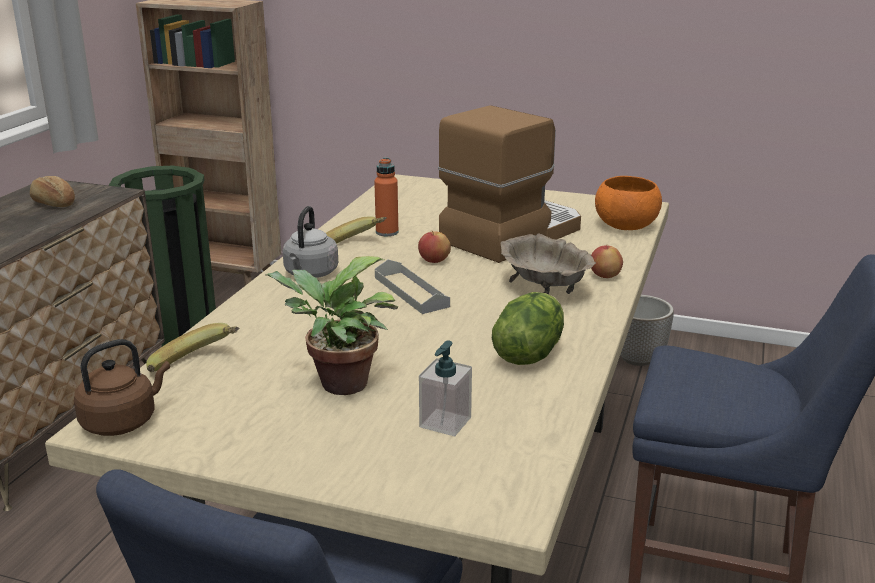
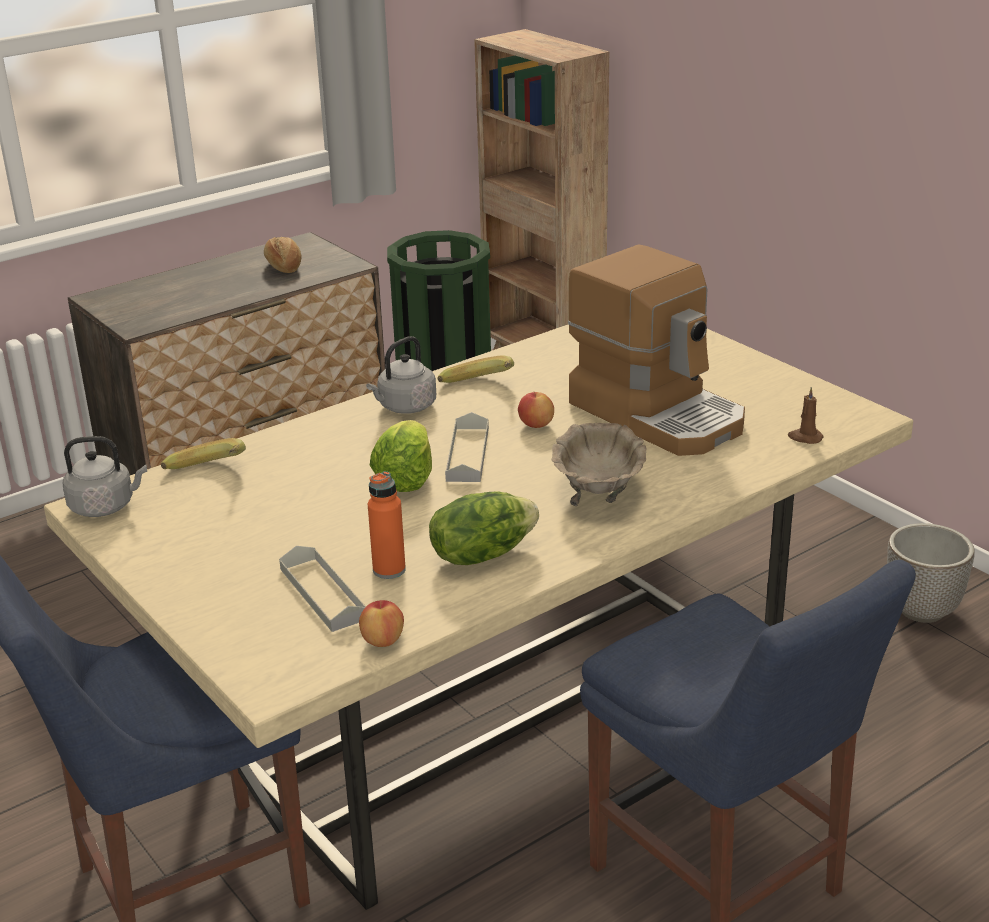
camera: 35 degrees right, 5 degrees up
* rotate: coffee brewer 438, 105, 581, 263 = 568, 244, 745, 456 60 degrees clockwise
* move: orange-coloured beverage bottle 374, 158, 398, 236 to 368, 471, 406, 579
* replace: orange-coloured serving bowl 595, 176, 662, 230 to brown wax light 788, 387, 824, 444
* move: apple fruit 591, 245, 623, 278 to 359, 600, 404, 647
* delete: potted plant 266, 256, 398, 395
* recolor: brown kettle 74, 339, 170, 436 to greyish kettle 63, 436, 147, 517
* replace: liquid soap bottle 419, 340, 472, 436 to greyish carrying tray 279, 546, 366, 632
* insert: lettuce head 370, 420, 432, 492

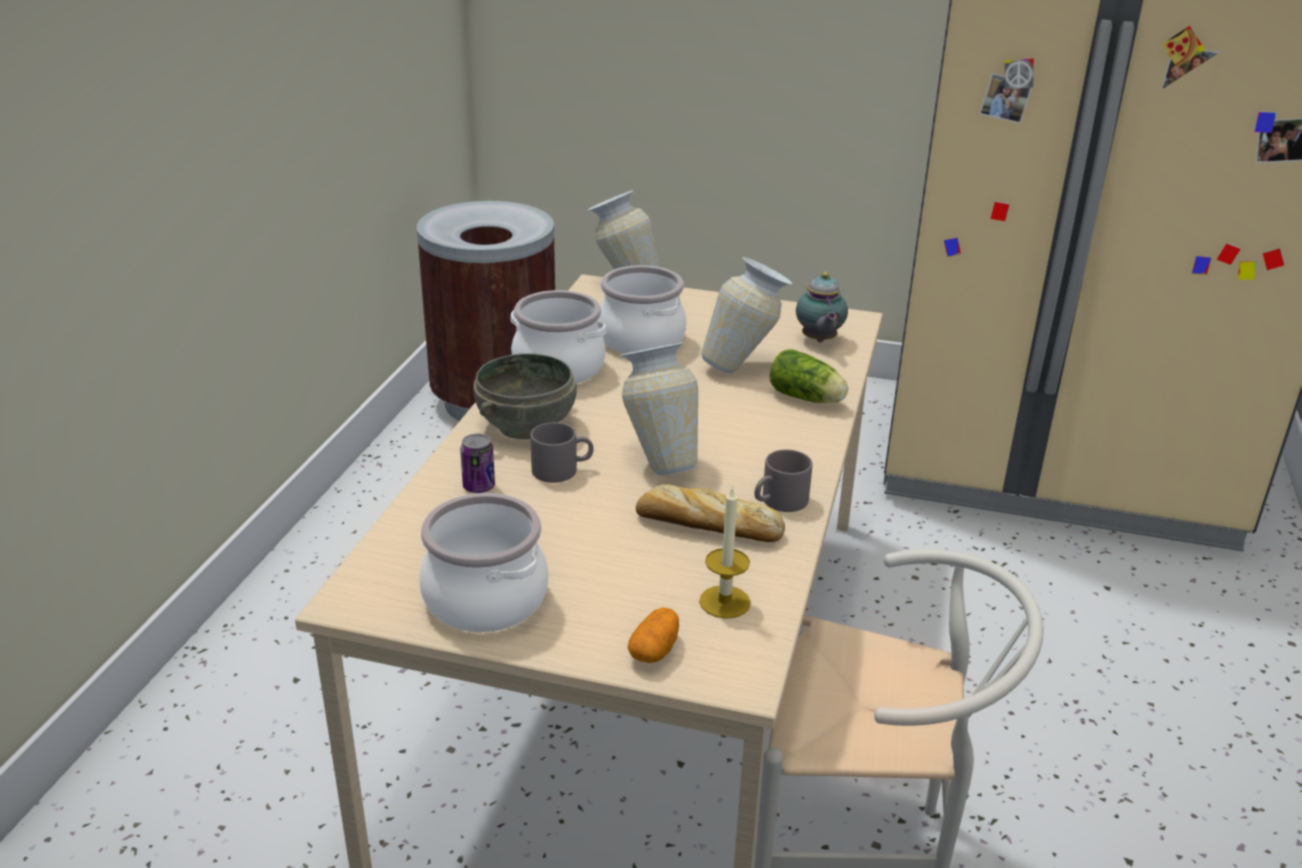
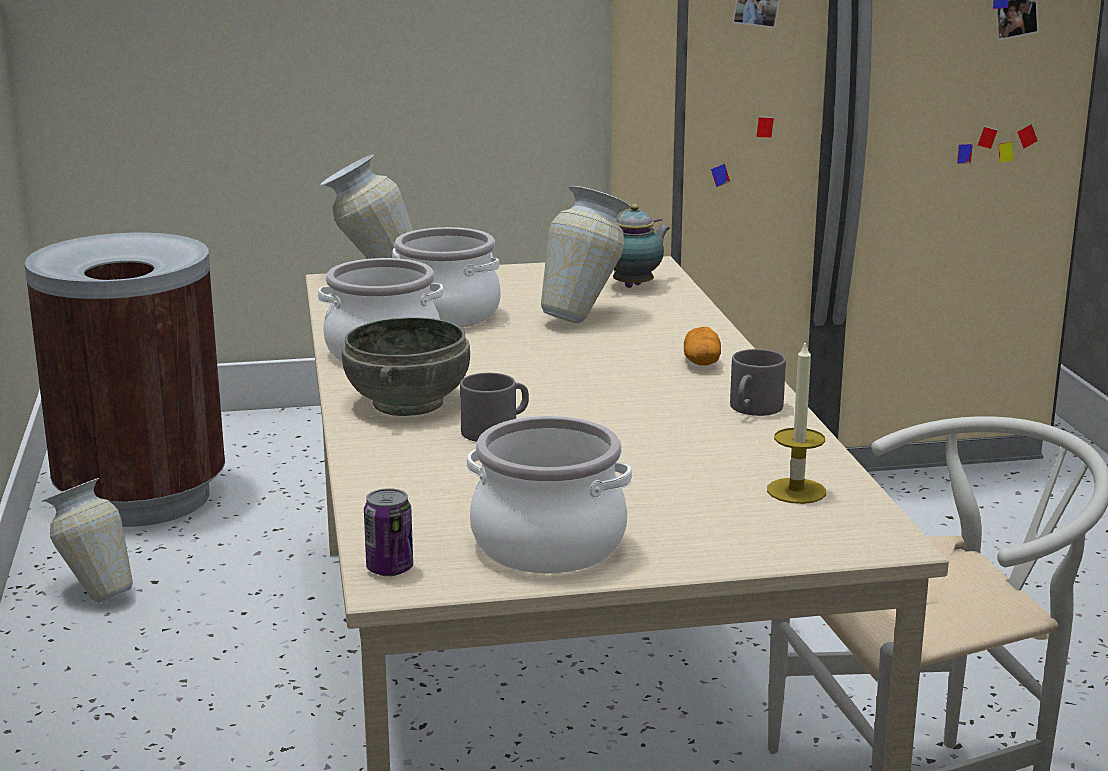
camera: 25 degrees left, 10 degrees down
* rotate: teapot 796, 272, 848, 342 = 613, 204, 670, 288 105 degrees counterclockwise
* move: flower vase 620, 342, 698, 475 to 41, 478, 133, 603
* delete: lettuce head 770, 349, 848, 403
* move: metal can 460, 434, 495, 493 to 364, 488, 413, 576
* delete: baked bread 636, 484, 785, 542
* move: spud 628, 607, 679, 663 to 684, 327, 721, 366

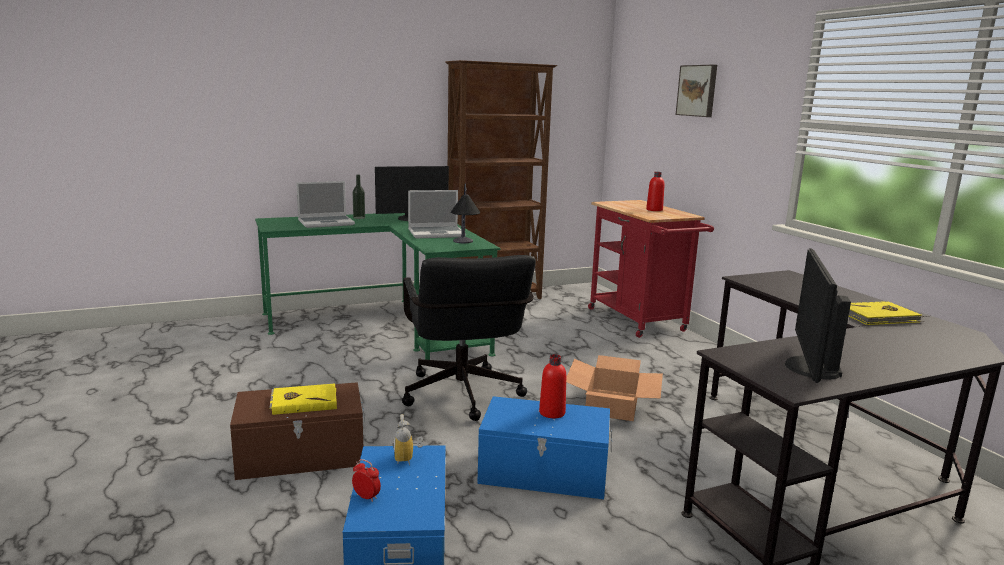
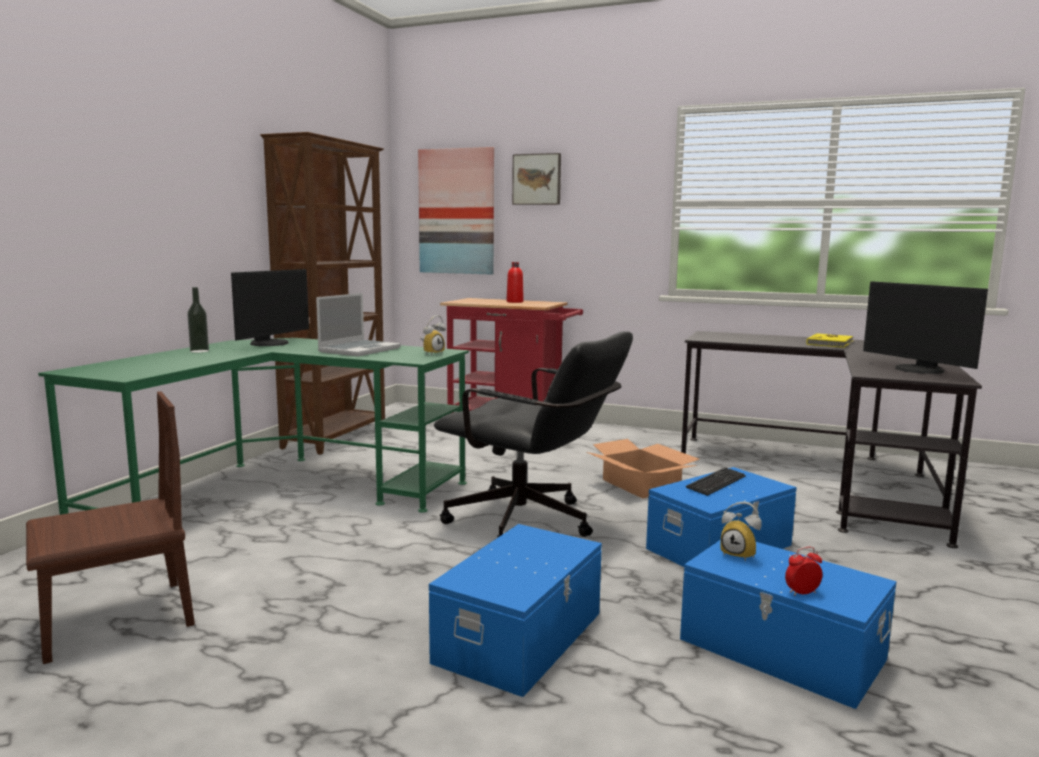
camera: 45 degrees left, 5 degrees down
* delete: laptop 296, 181, 355, 228
* replace: tabletop lamp 451, 183, 480, 243 to table clock 420, 315, 446, 355
* replace: red-coloured beverage bottle 539, 354, 566, 418 to PC keyboard 686, 467, 746, 496
* recolor: brown storage box 230, 382, 365, 480 to bluish storage box 429, 524, 602, 697
* delete: yellow volume 269, 384, 337, 415
* insert: wall picture 418, 147, 494, 275
* insert: brown upright chair 26, 391, 195, 664

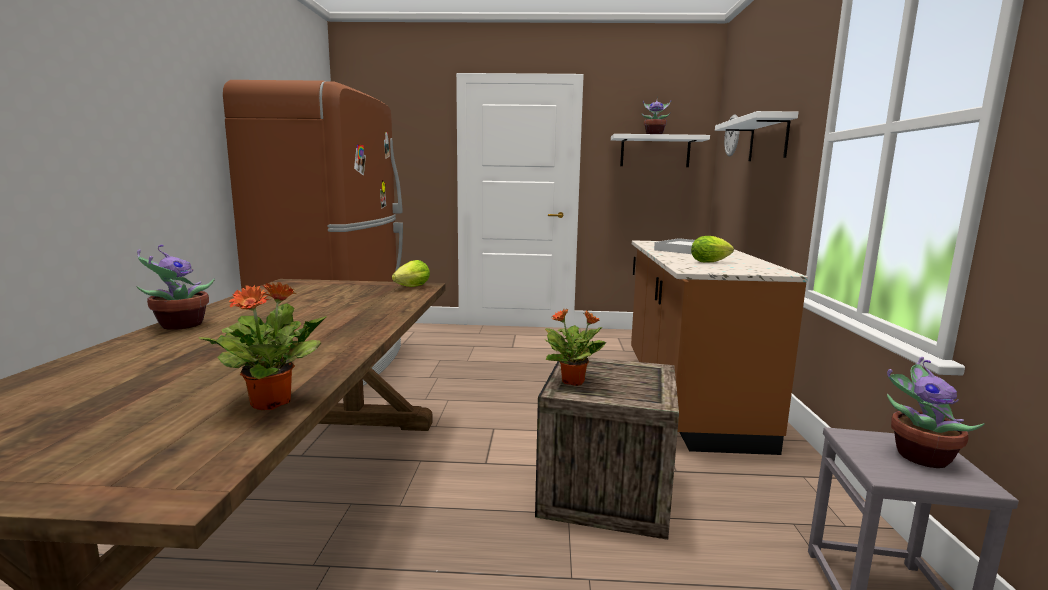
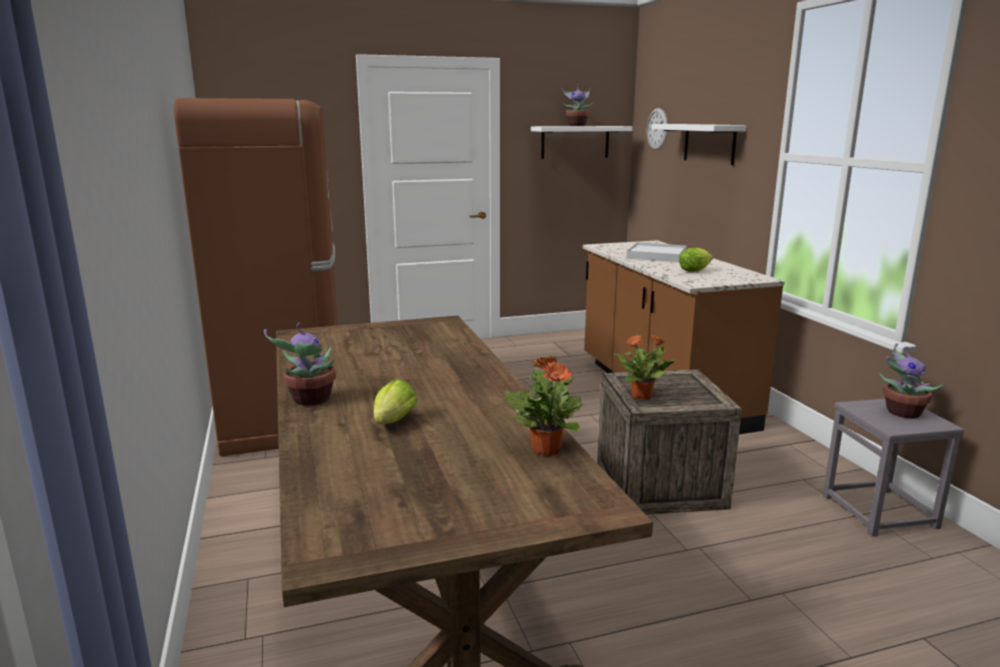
camera: 20 degrees left, 5 degrees up
* move: lettuce head 392, 260, 430, 287 to 373, 379, 417, 424

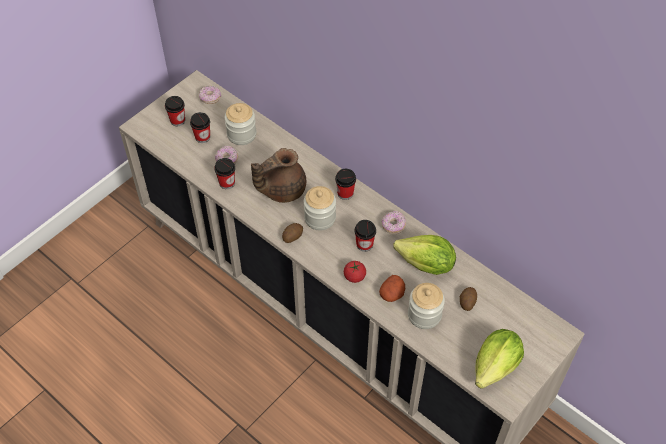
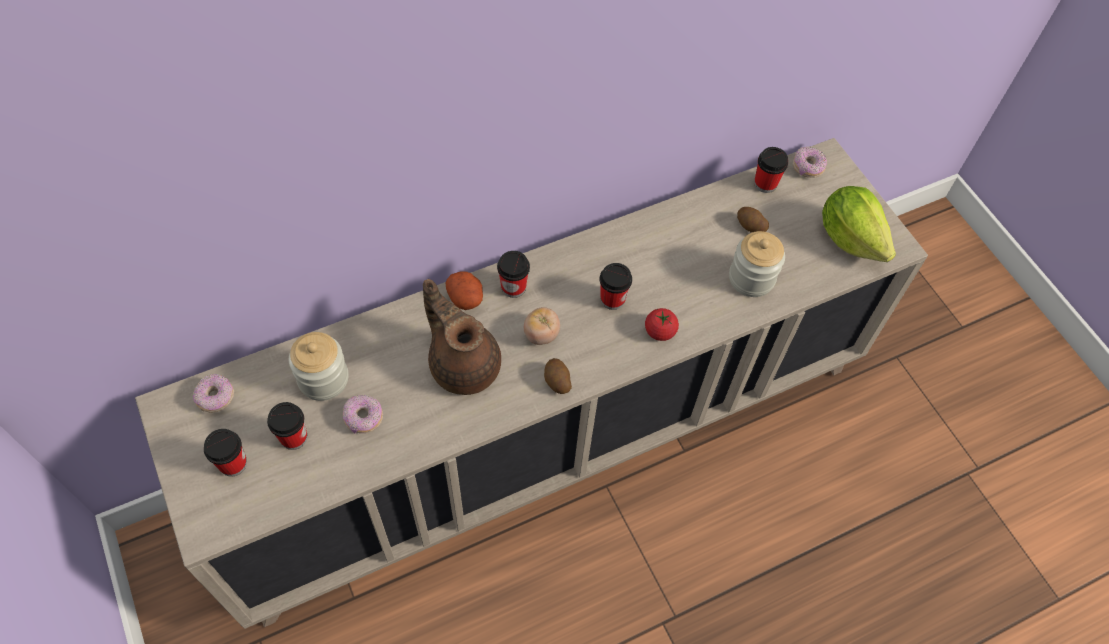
camera: 70 degrees left, 5 degrees up
* rotate: brown teapot 251, 148, 306, 203 = 423, 279, 501, 395 150 degrees clockwise
* move: small cup 214, 158, 235, 189 to 754, 147, 788, 193
* replace: preserve jar 304, 186, 336, 230 to fresh tomato 524, 307, 560, 345
* move: ring doughnut 382, 211, 406, 234 to 793, 147, 827, 178
* delete: lettuce head 393, 235, 456, 275
* move: spud 379, 275, 405, 302 to 446, 271, 483, 310

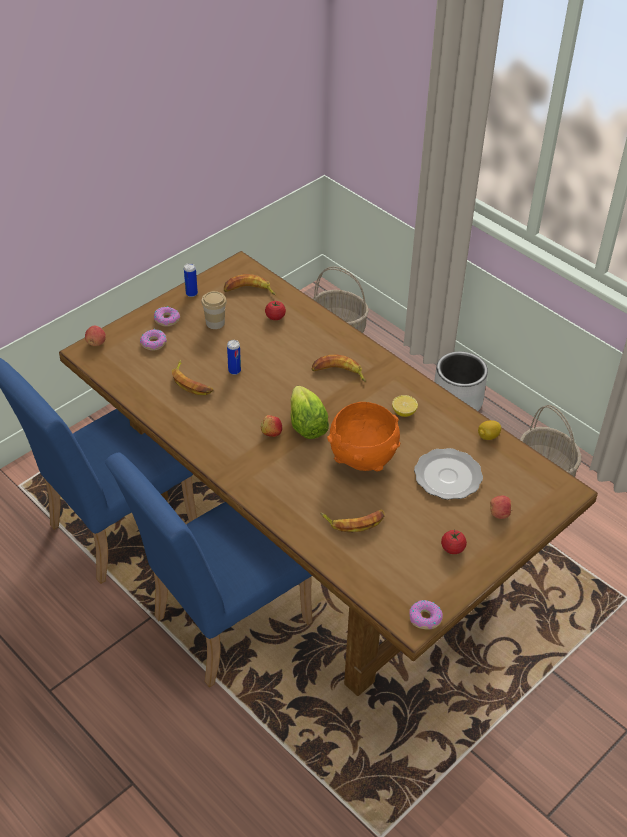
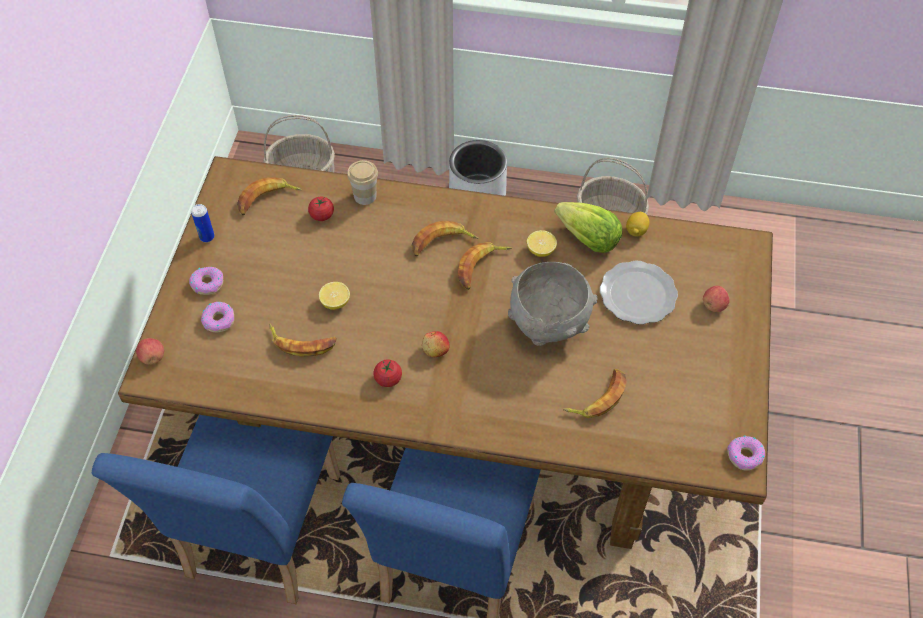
camera: 35 degrees left, 10 degrees up
* move: small cup 201, 291, 227, 329 to 347, 160, 378, 205
* replace: metal can 227, 340, 241, 375 to citrus fruit 319, 282, 350, 310
* move: lettuce head 290, 386, 329, 439 to 555, 202, 622, 253
* recolor: orange-coloured serving bowl 327, 402, 400, 471 to greyish serving bowl 508, 262, 598, 346
* move: fresh tomato 441, 530, 467, 554 to 373, 360, 402, 387
* insert: whole banana 458, 242, 512, 290

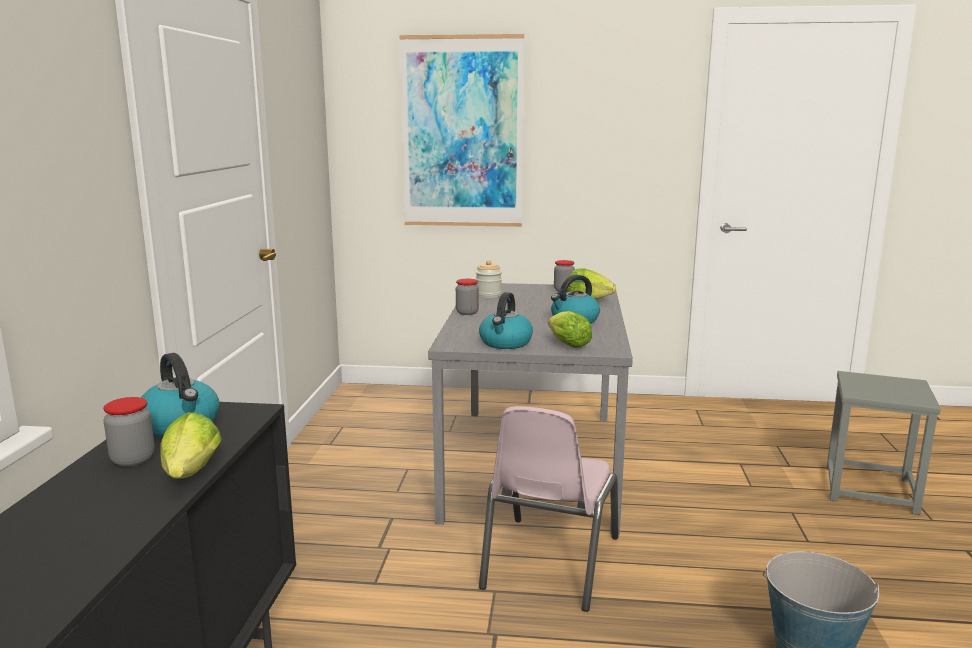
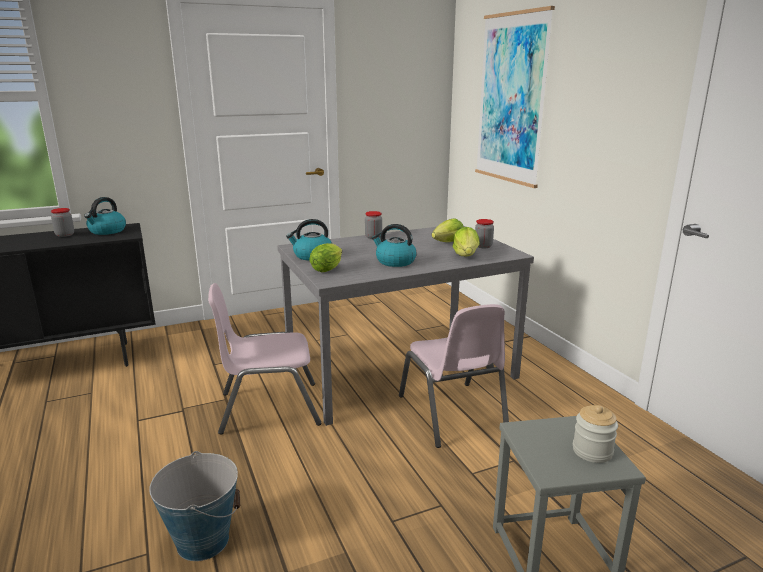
camera: 60 degrees right, 5 degrees up
* move: preserve jar 475, 260, 502, 298 to 573, 405, 618, 463
* move: lettuce head 160, 412, 222, 479 to 432, 218, 464, 242
* insert: pink-coloured upright chair 399, 304, 509, 448

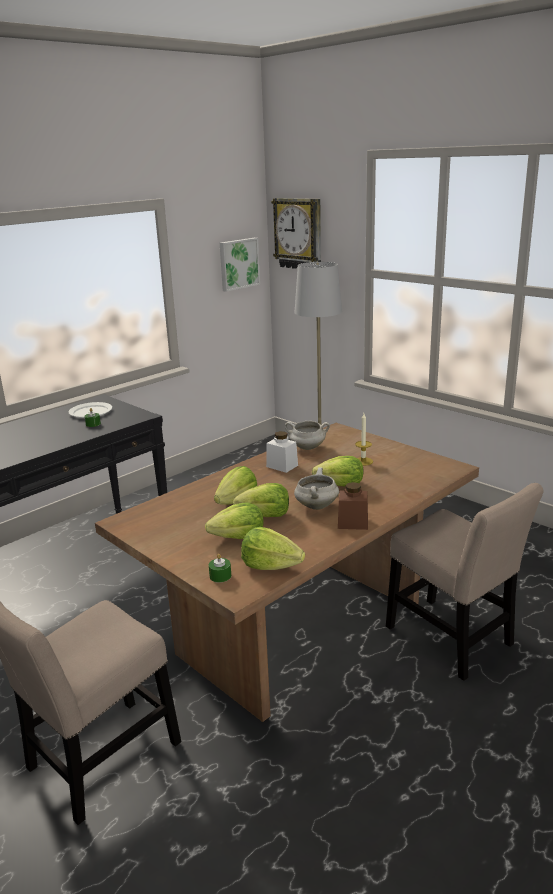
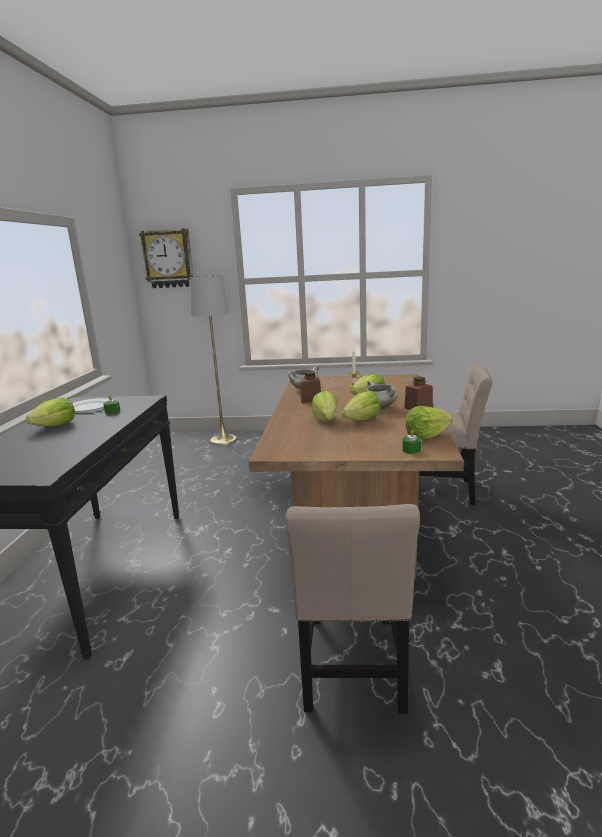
camera: 40 degrees left, 5 degrees down
* delete: wall picture 220, 238, 260, 292
* recolor: white preserve jar 266, 431, 298, 473 to brown preserve jar 300, 371, 321, 403
* move: lettuce head 205, 502, 264, 539 to 26, 397, 75, 426

